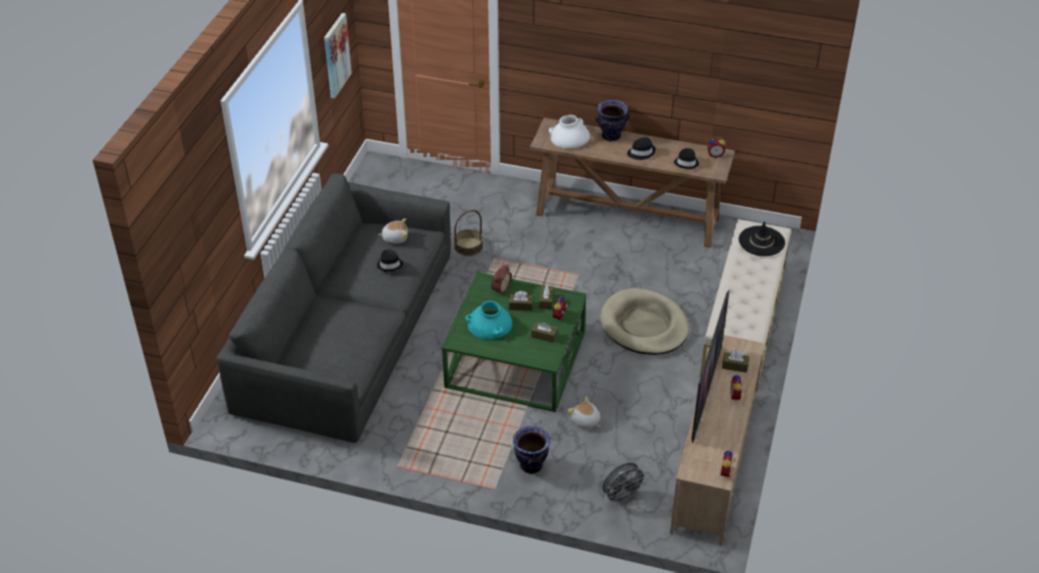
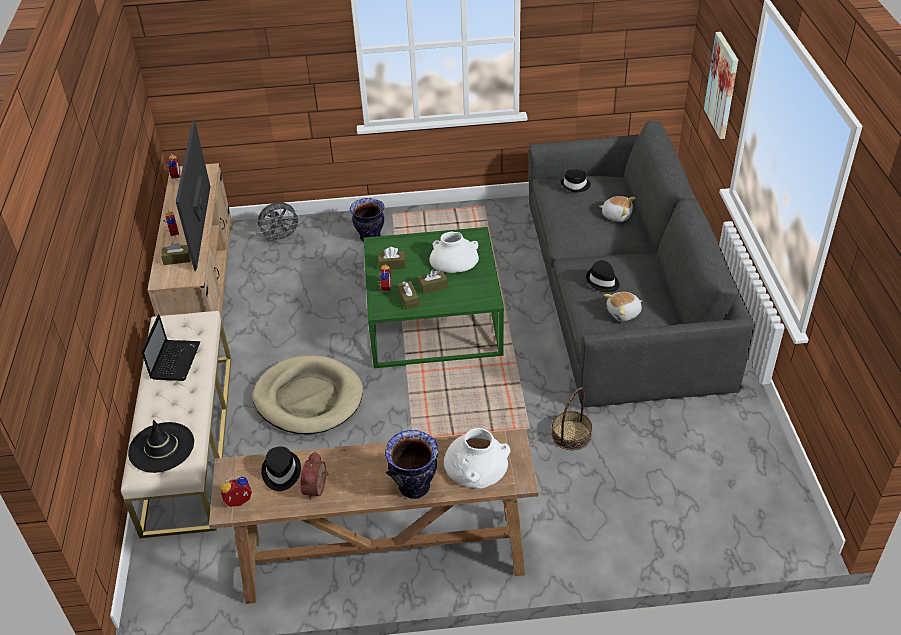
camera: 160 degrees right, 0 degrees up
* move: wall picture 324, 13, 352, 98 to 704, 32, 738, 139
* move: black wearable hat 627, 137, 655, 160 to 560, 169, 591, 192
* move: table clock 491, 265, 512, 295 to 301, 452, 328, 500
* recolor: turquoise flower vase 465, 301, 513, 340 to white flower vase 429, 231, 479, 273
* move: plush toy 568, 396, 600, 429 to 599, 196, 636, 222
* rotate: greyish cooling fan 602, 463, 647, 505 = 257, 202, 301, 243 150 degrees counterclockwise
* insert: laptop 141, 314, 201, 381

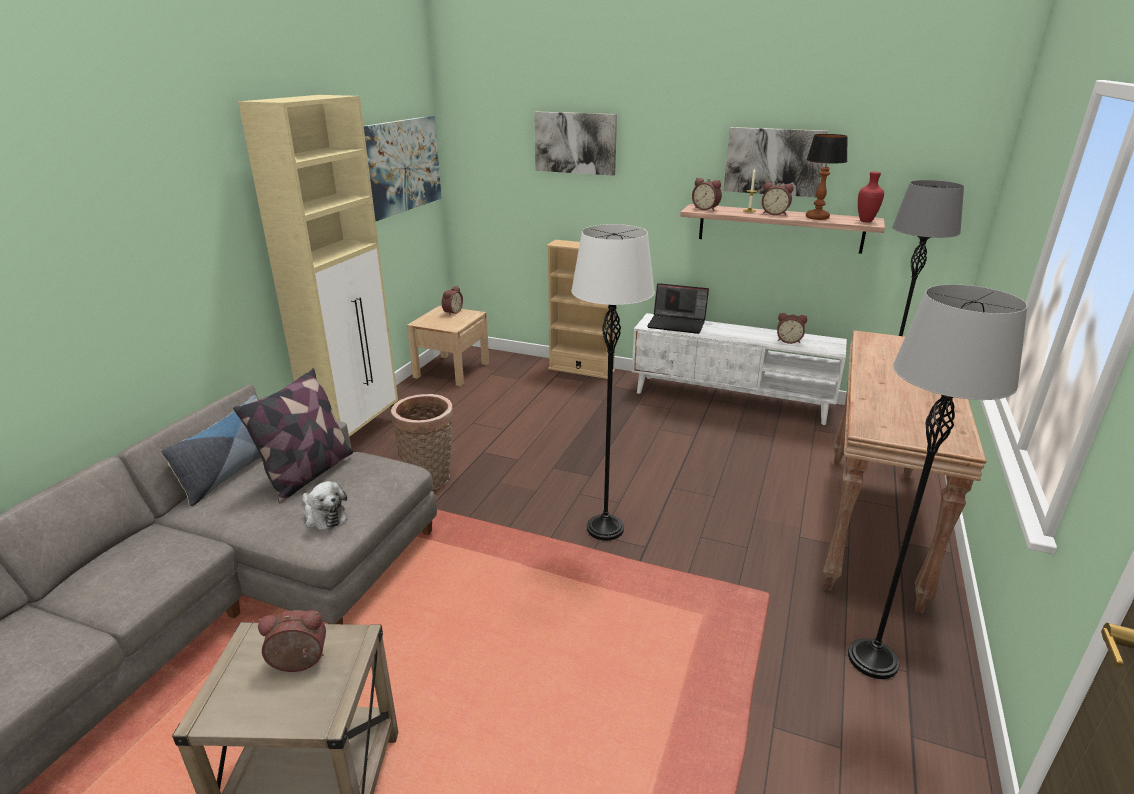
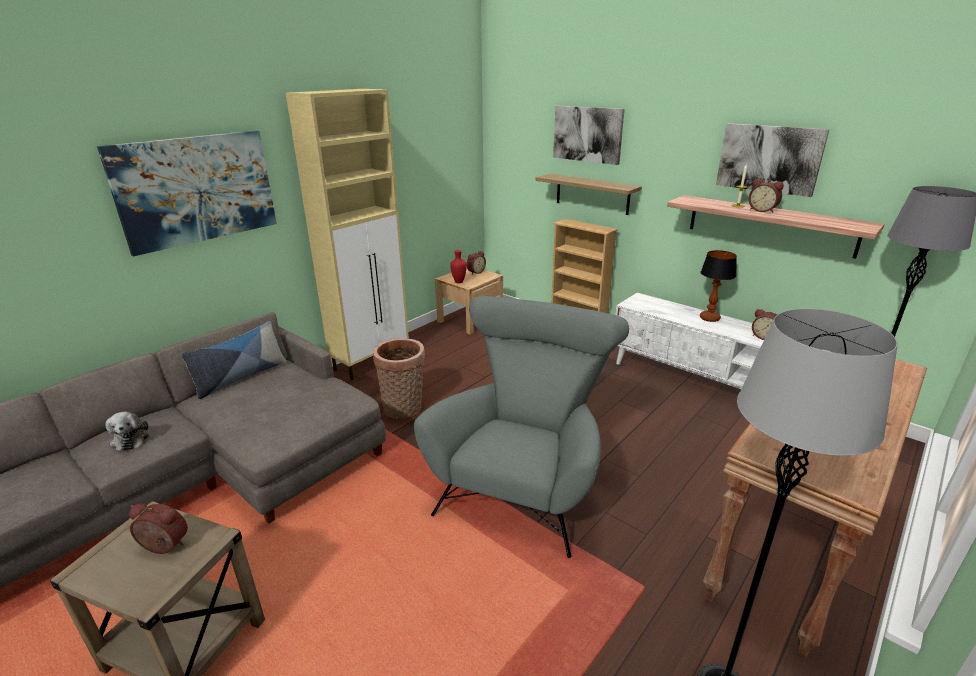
camera: 20 degrees right, 0 degrees up
* move: wall picture 364, 116, 442, 221 to 97, 130, 277, 256
* move: tabletop lamp 806, 134, 848, 220 to 700, 250, 737, 322
* move: red-coloured flower vase 858, 172, 884, 223 to 450, 250, 467, 283
* delete: table clock 692, 178, 722, 211
* replace: white standing lamp 571, 224, 654, 541 to greyish lounge chair 414, 296, 629, 558
* delete: laptop 647, 283, 709, 334
* delete: throw pillow 233, 368, 353, 503
* move: plush toy 303, 481, 347, 530 to 105, 412, 150, 452
* insert: bracket shelf 535, 174, 642, 215

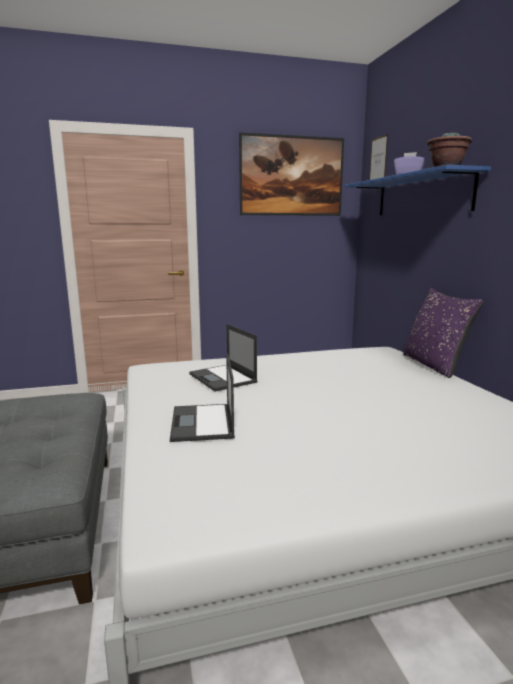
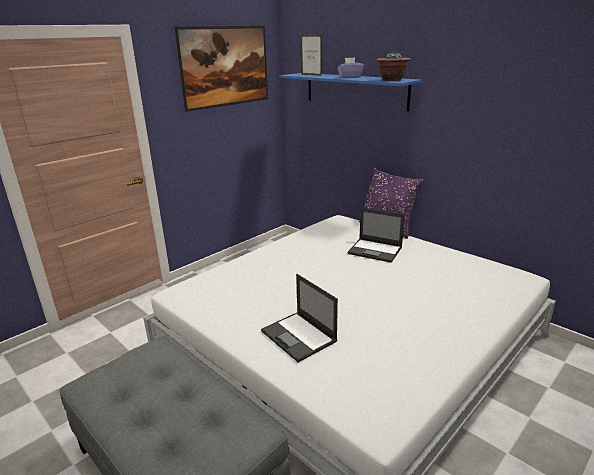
camera: 30 degrees left, 10 degrees up
* move: laptop 189, 324, 258, 392 to 348, 208, 405, 263

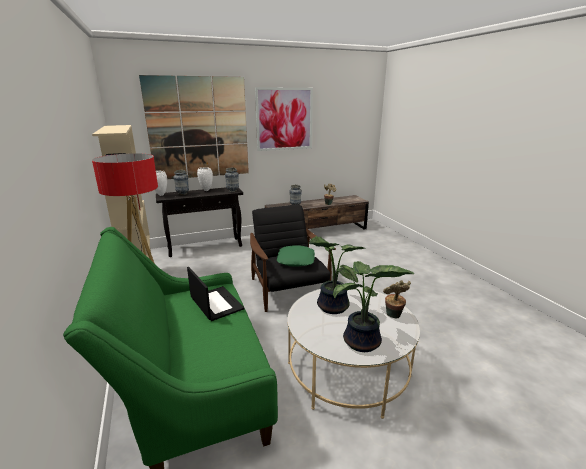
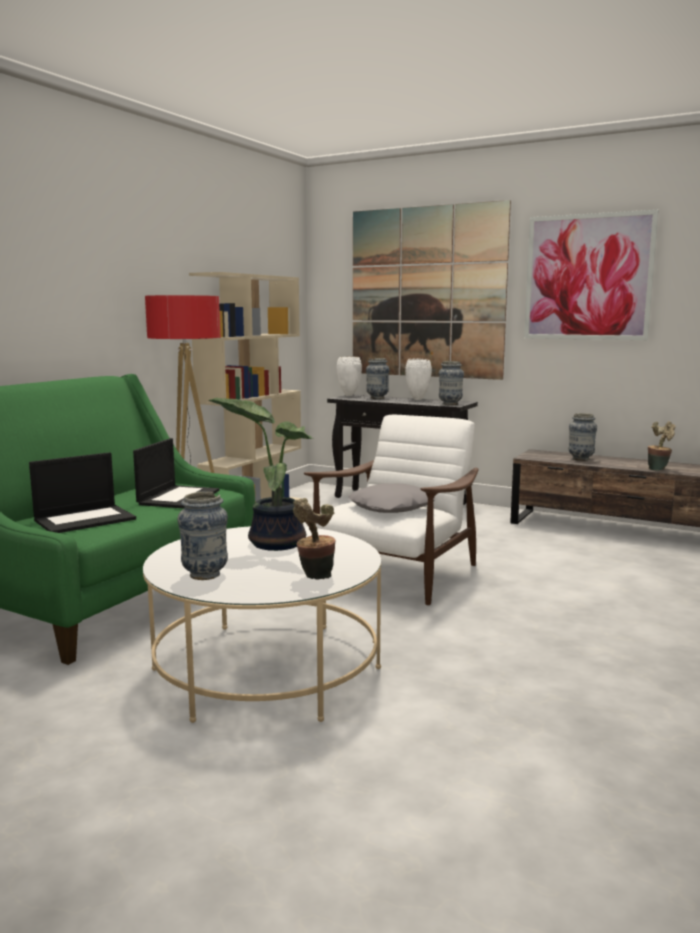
camera: 50 degrees right, 10 degrees down
* recolor: black lounge chair 250, 205, 336, 312 to white lounge chair 304, 415, 478, 605
* recolor: greenish throw pillow 277, 245, 315, 267 to greyish throw pillow 348, 483, 435, 513
* replace: potted plant 333, 261, 415, 352 to flower vase 177, 492, 228, 580
* insert: laptop 29, 452, 136, 533

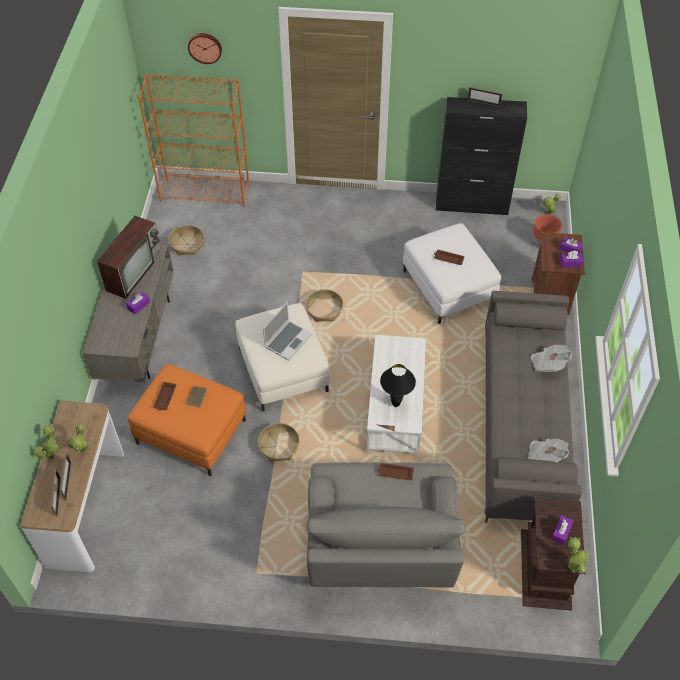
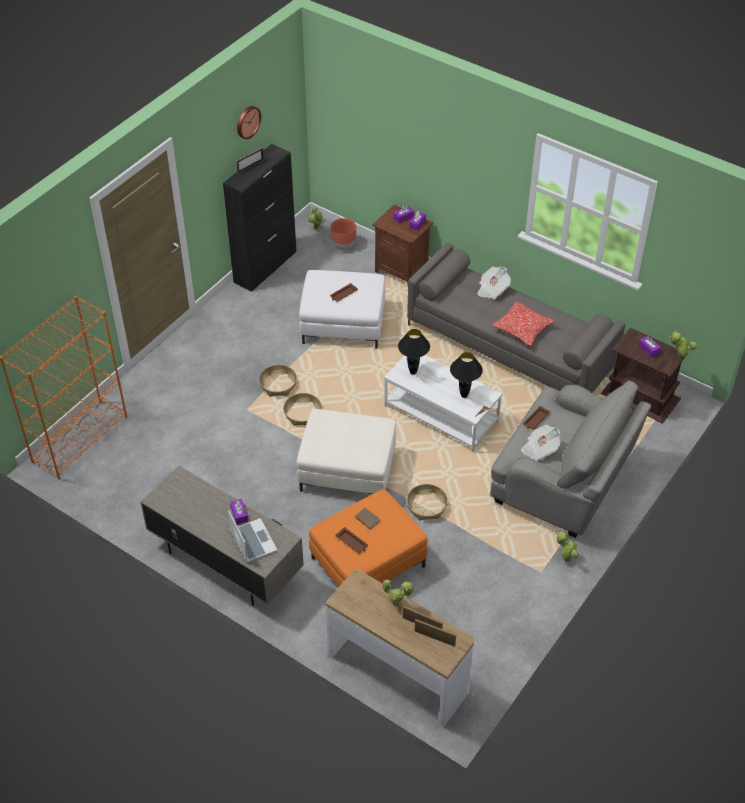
camera: 60 degrees left, 5 degrees down
* move: hanging clock 188, 33, 222, 64 to 237, 106, 261, 139
* delete: TV 97, 216, 162, 299
* move: basket 168, 225, 204, 255 to 259, 364, 297, 396
* move: laptop 263, 302, 312, 361 to 228, 510, 278, 562
* move: potted plant 34, 424, 59, 459 to 557, 531, 579, 562
* move: daily paper 527, 438, 569, 463 to 521, 425, 561, 461
* insert: throw pillow 491, 301, 555, 346
* insert: black tabletop lamp 398, 329, 430, 375

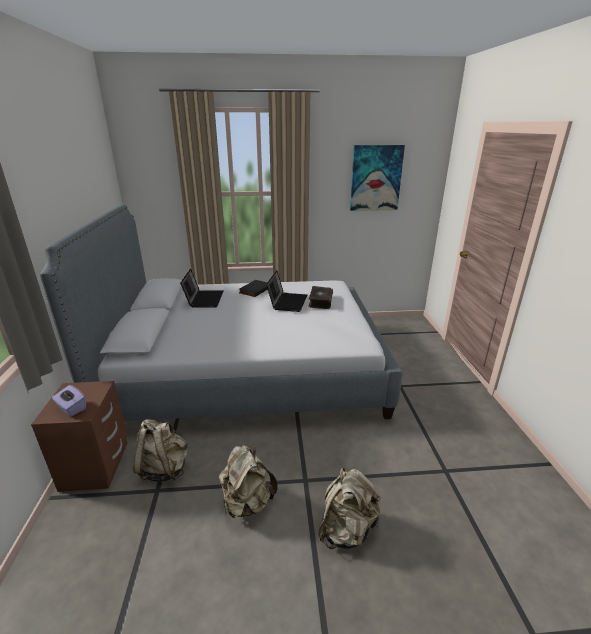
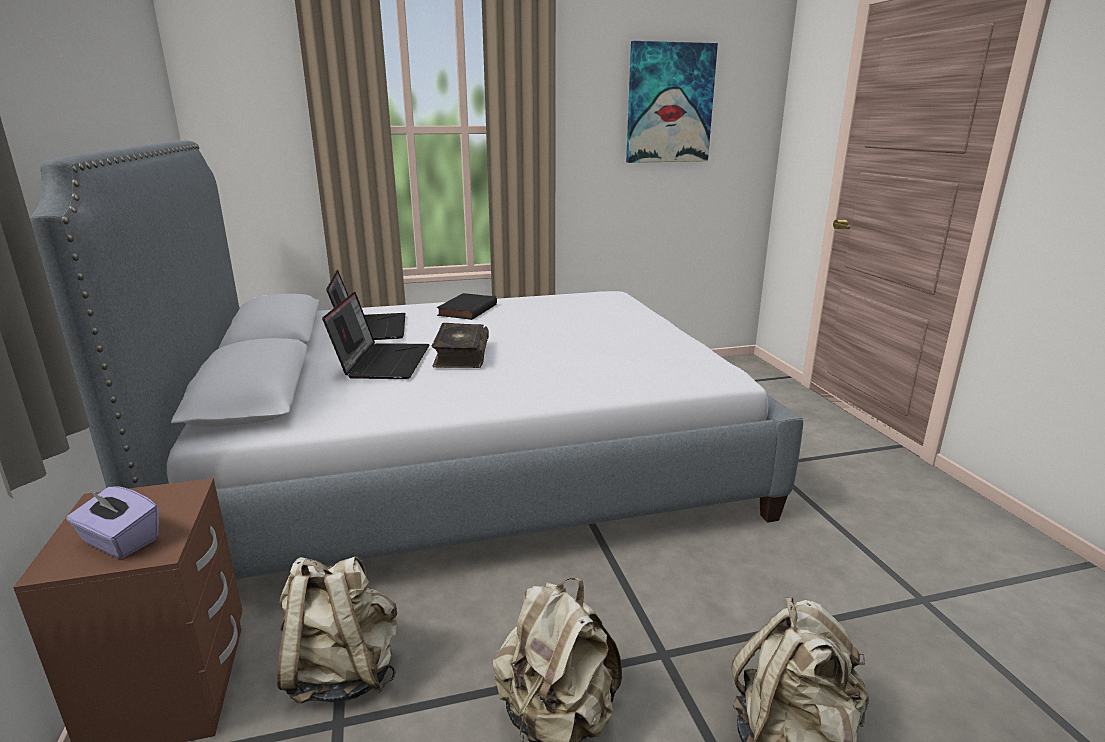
camera: 10 degrees left, 5 degrees down
* move: laptop 266, 270, 307, 312 to 322, 291, 430, 379
* move: volume 308, 286, 333, 309 to 432, 323, 489, 368

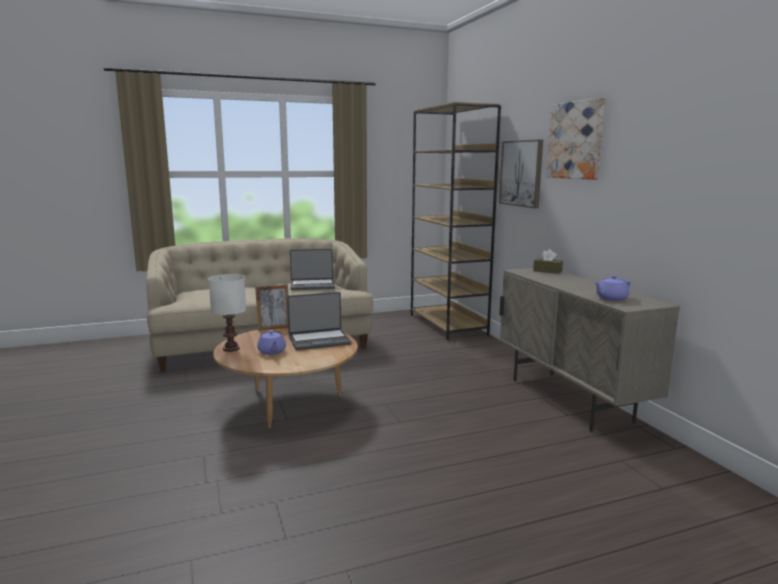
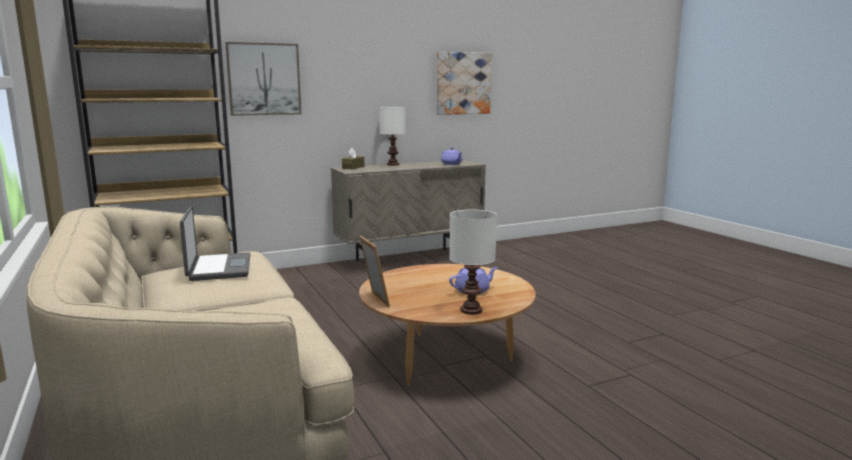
camera: 95 degrees left, 0 degrees up
* move: wall picture 546, 97, 605, 180 to 437, 52, 492, 115
* delete: laptop 287, 292, 351, 350
* insert: white tabletop lamp 379, 107, 406, 166

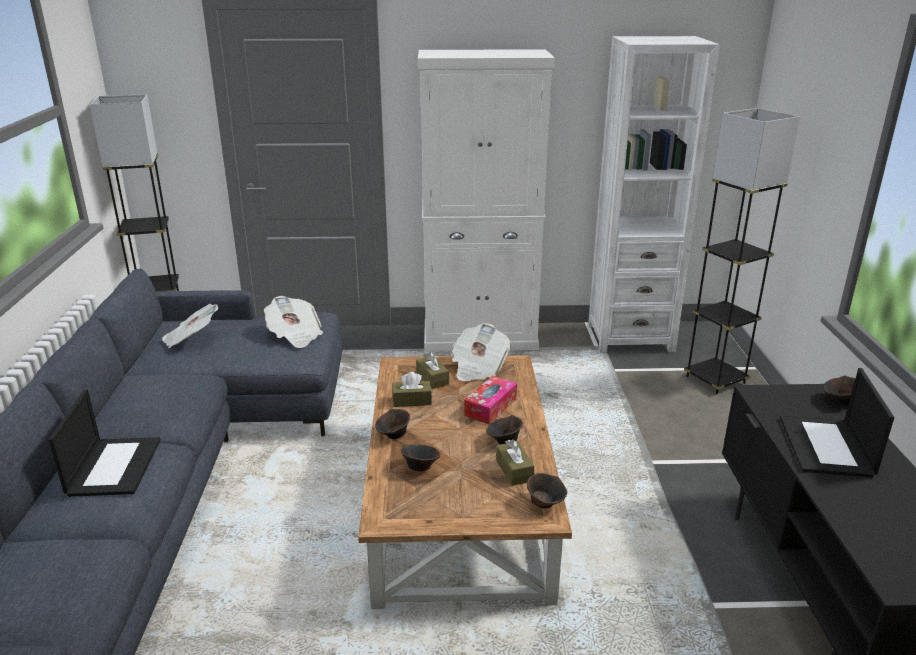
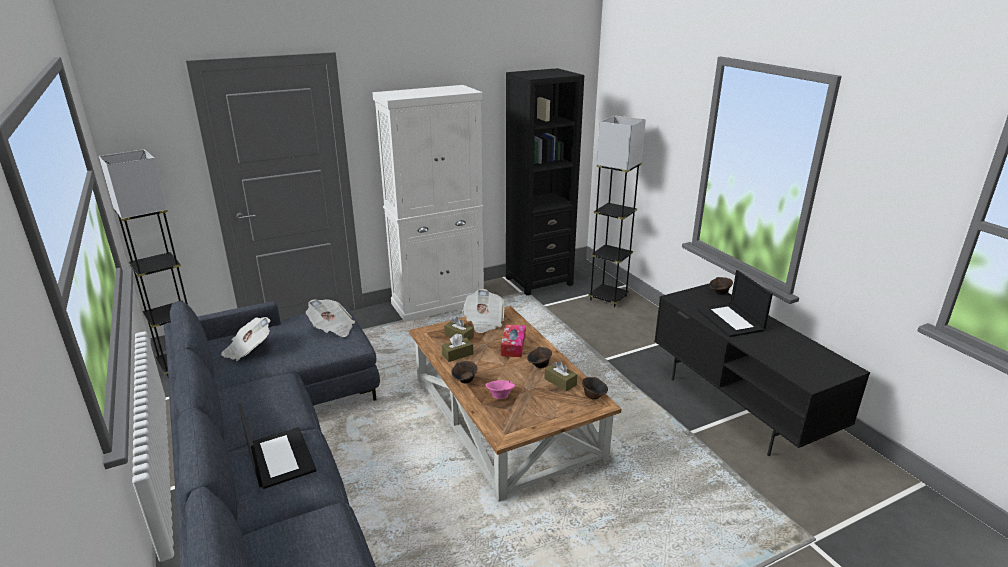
camera: 25 degrees left, 0 degrees up
* recolor: white bookshelf 588, 36, 719, 352 to black bookshelf 506, 68, 584, 296
* recolor: brown serving bowl 401, 444, 440, 471 to pink-coloured serving bowl 485, 380, 516, 399

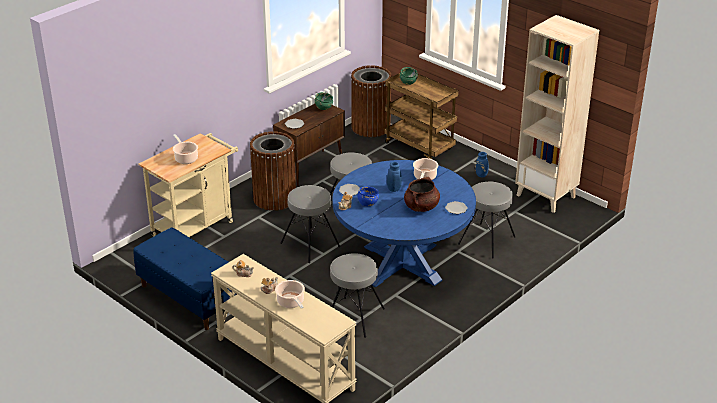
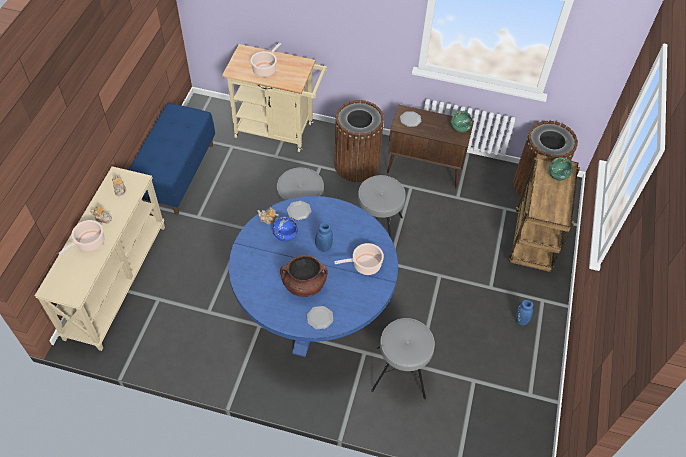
camera: 60 degrees right, 20 degrees up
* delete: beige-coloured bookshelf 515, 15, 599, 213
* delete: greyish stool seat 330, 253, 385, 338

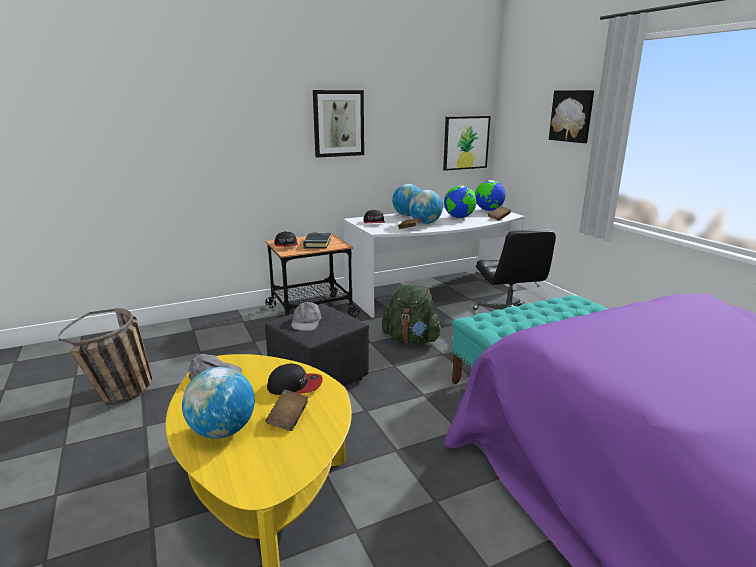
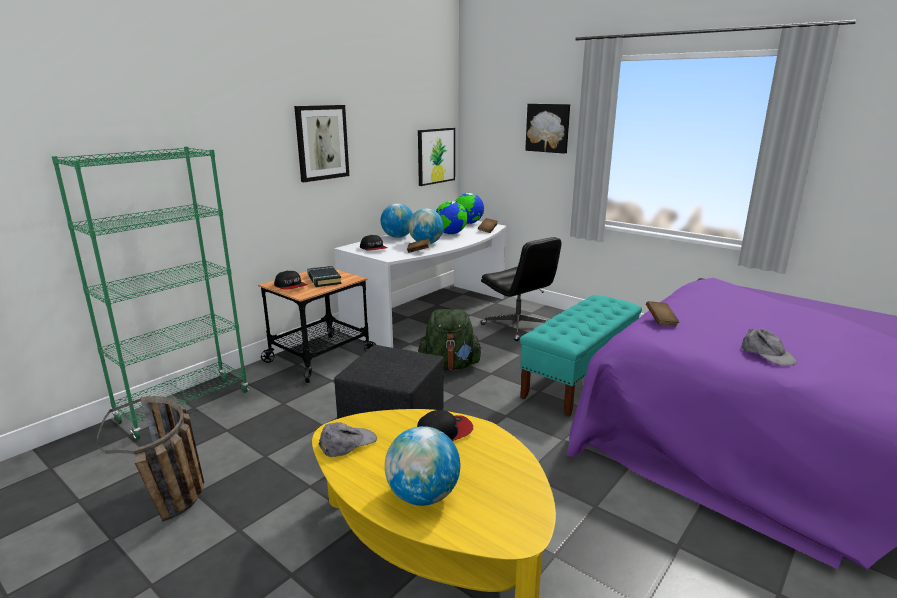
camera: 25 degrees left, 0 degrees up
* move: greyish cap 291, 301, 322, 331 to 741, 329, 798, 366
* move: brown volume 266, 389, 309, 431 to 646, 301, 679, 326
* insert: greenish bookshelf 52, 146, 249, 439

